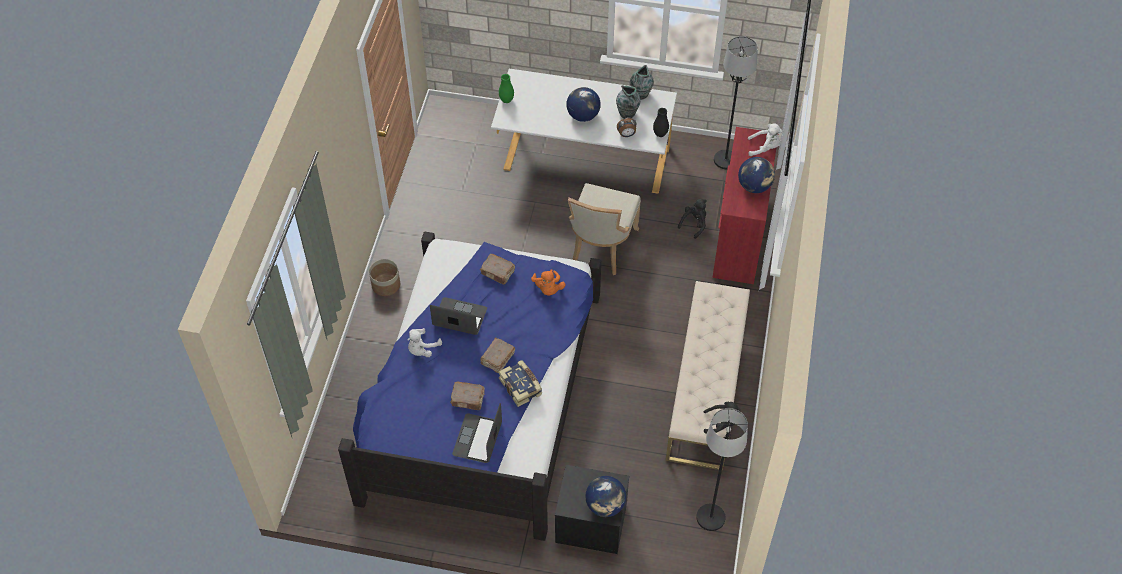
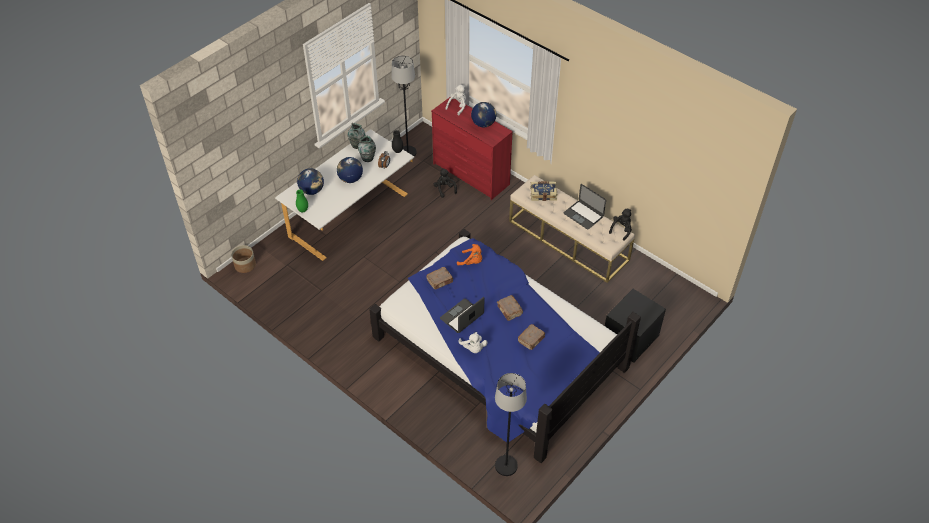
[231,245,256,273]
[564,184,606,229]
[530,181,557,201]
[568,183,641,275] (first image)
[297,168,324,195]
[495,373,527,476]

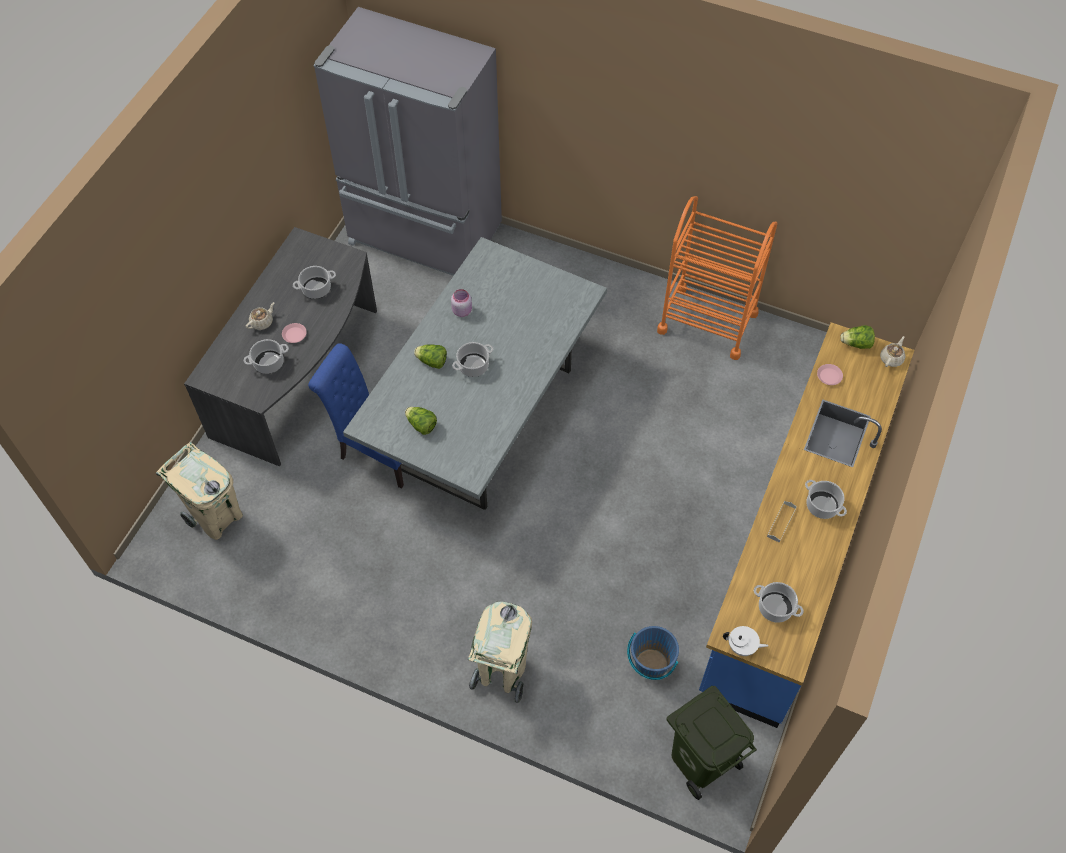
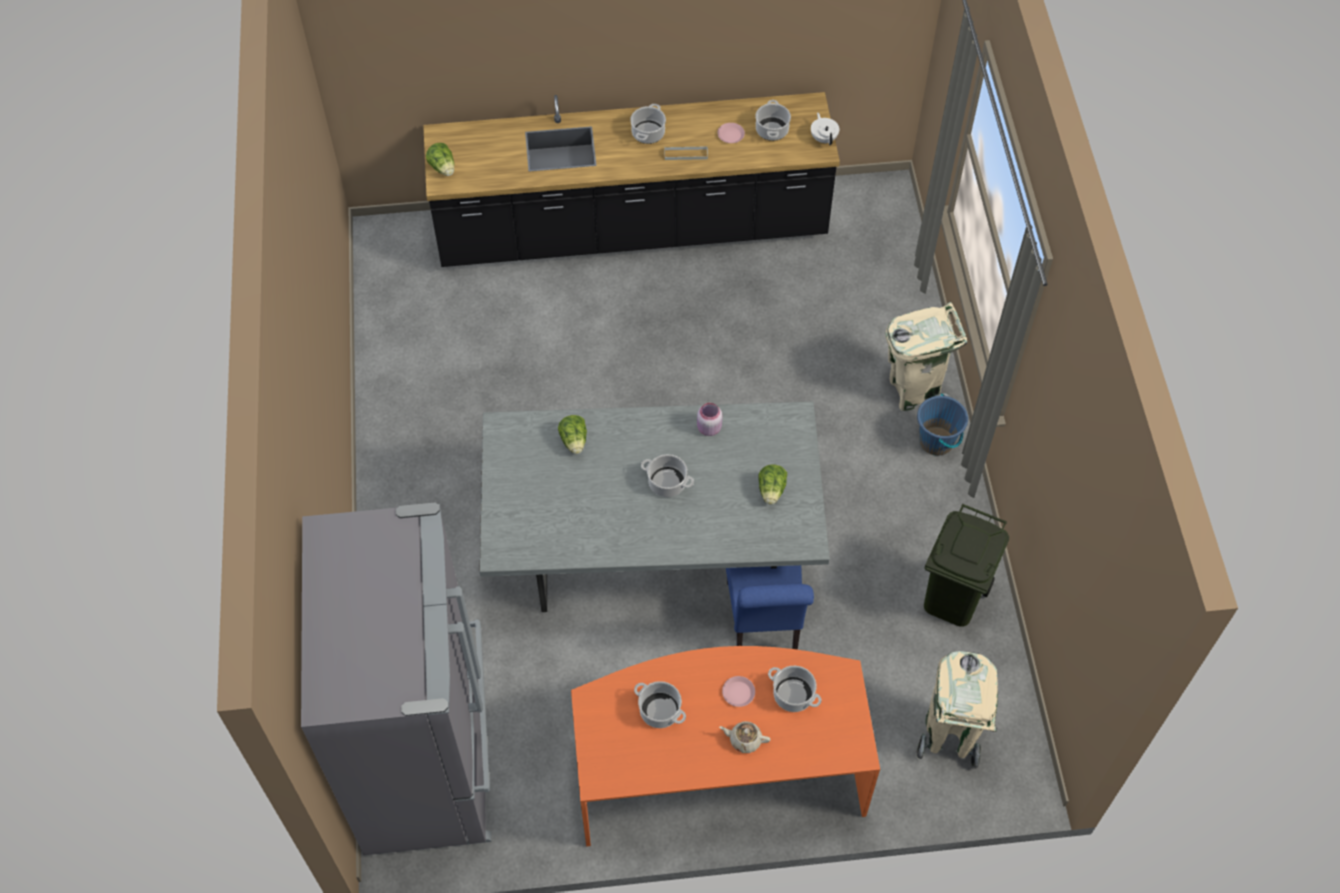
[571,646,880,847]
[558,415,587,454]
[697,403,722,436]
[917,394,968,456]
[657,196,777,360] (first image)
[924,504,1009,627]
[423,92,840,267]
[717,123,745,143]
[880,336,905,367] (first image)

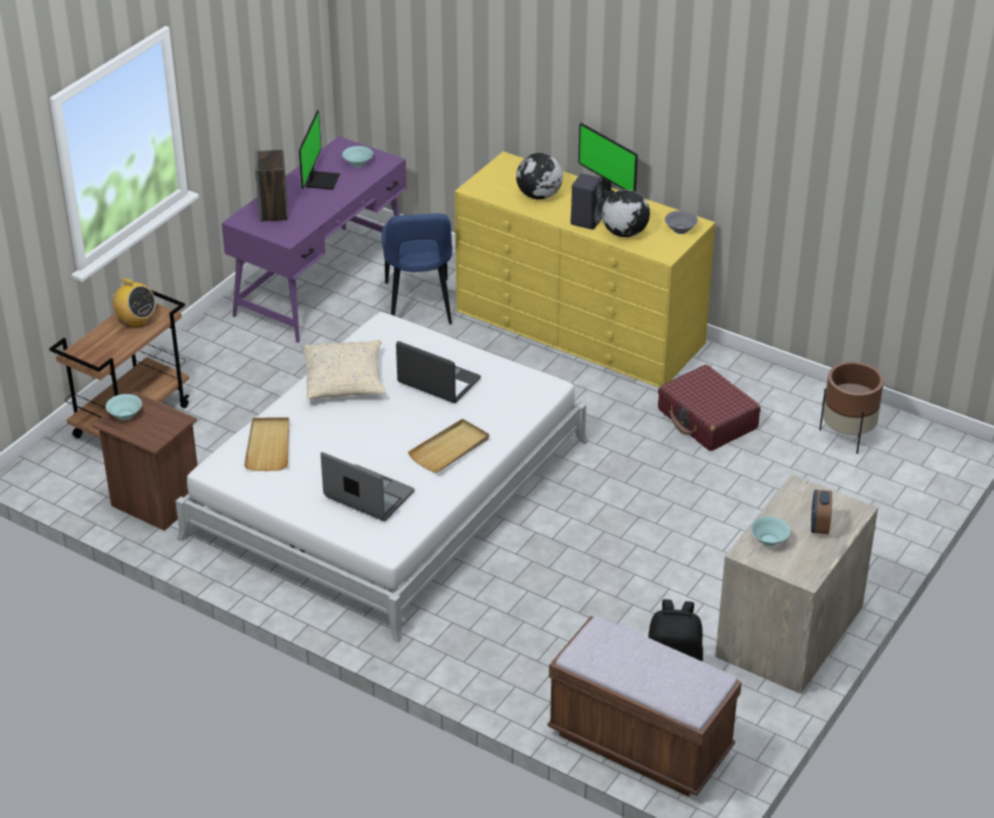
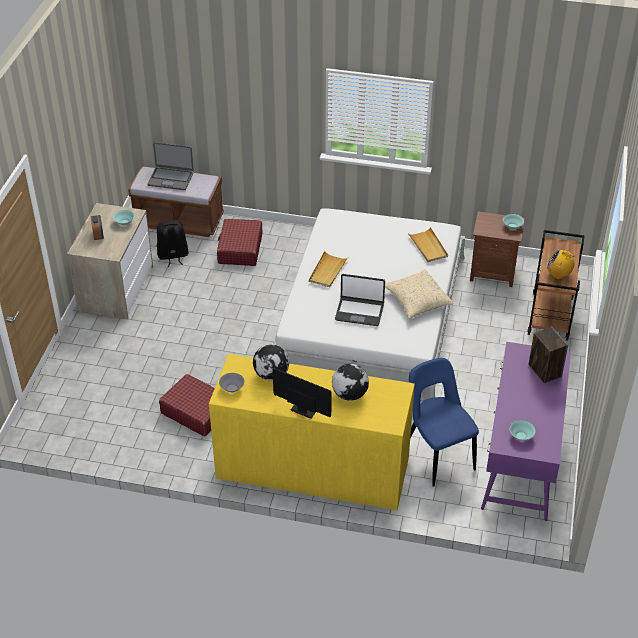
[299,110,340,190] (first image)
[147,142,194,190]
[570,173,604,230] (first image)
[819,362,884,454] (first image)
[217,219,262,266]

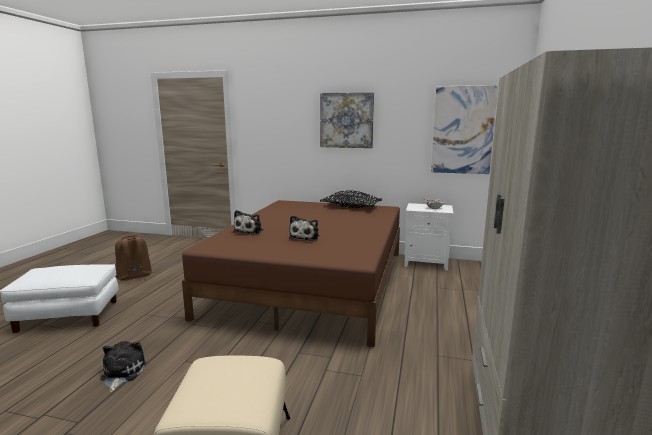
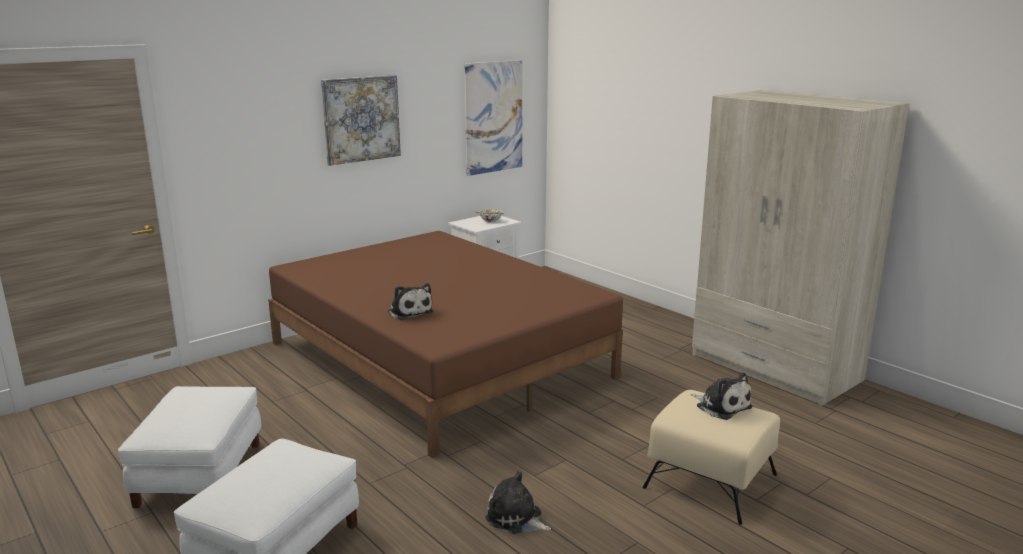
[118,386,261,508]
[690,373,752,420]
[320,191,382,208] (first image)

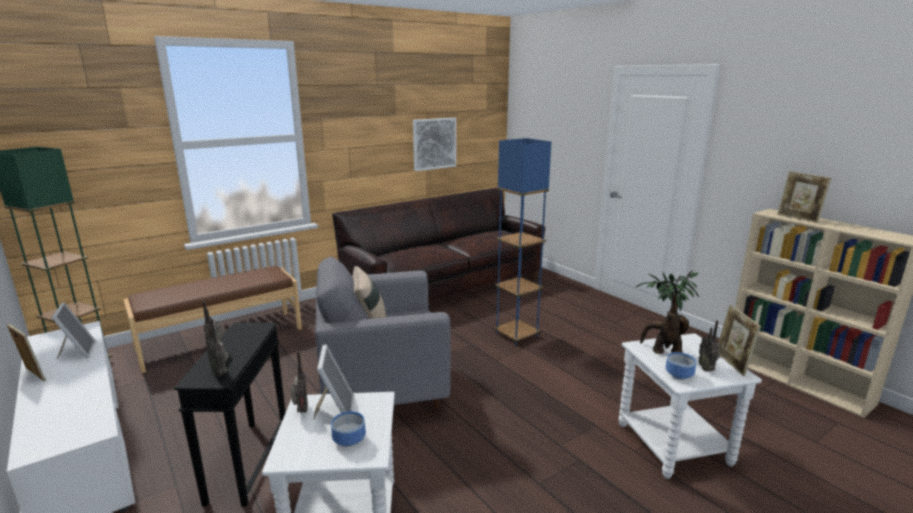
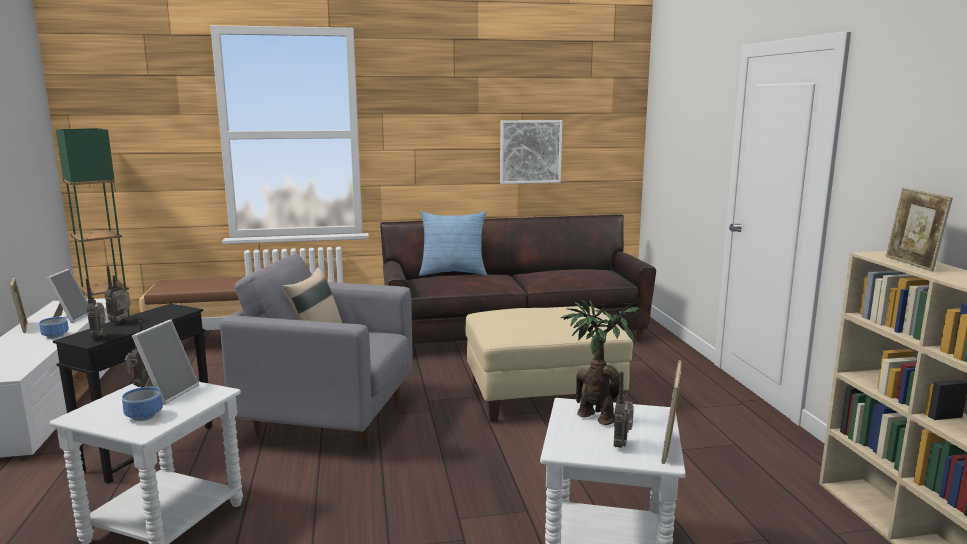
[466,306,633,422]
[39,317,69,339]
[419,211,487,276]

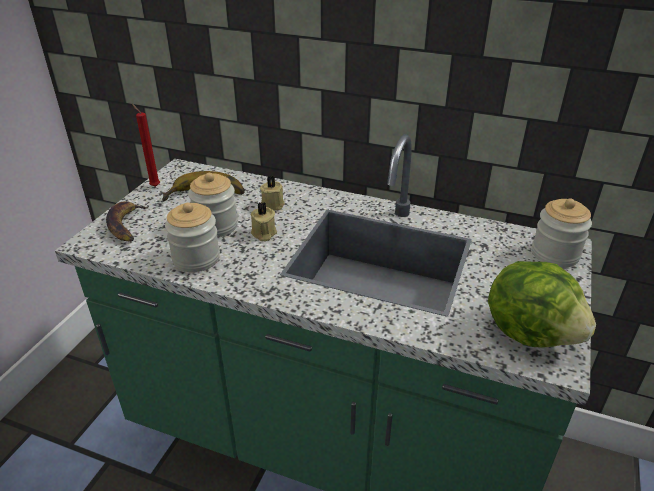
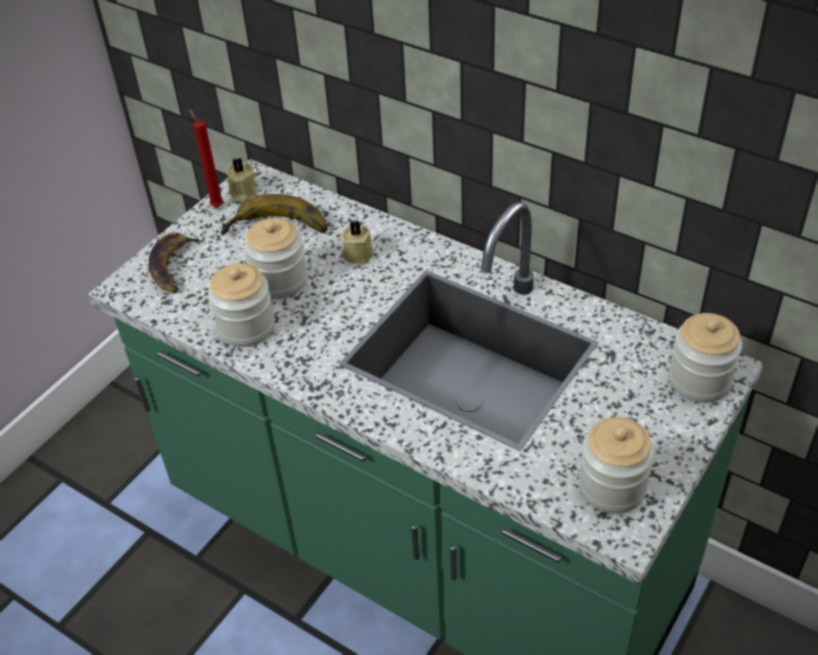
[226,158,257,202]
[579,417,654,514]

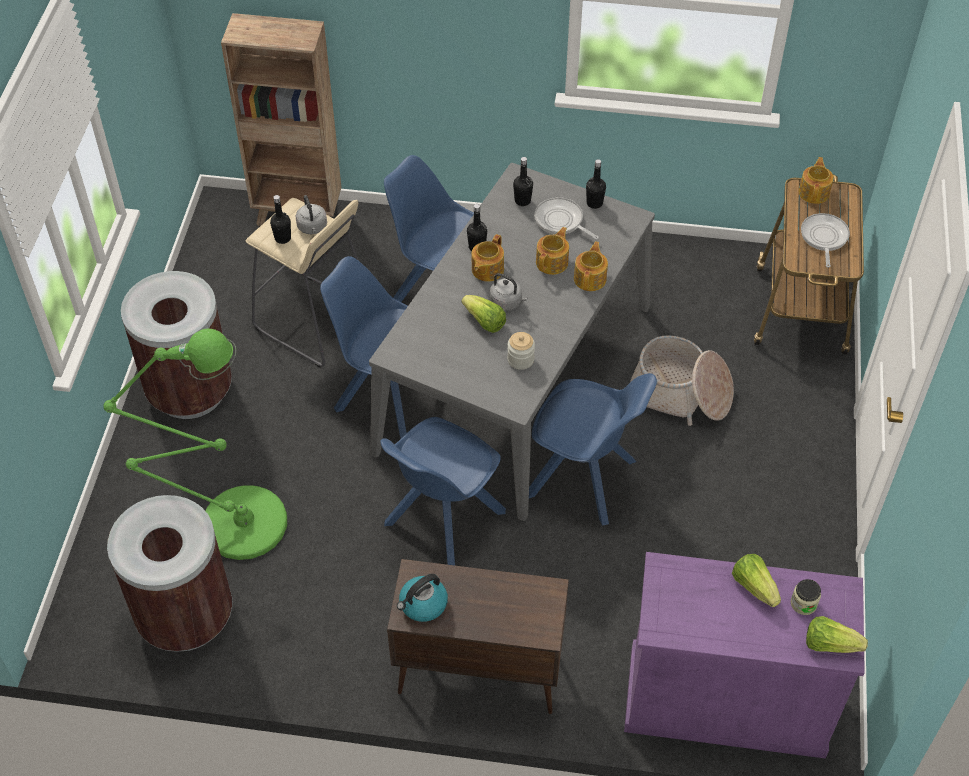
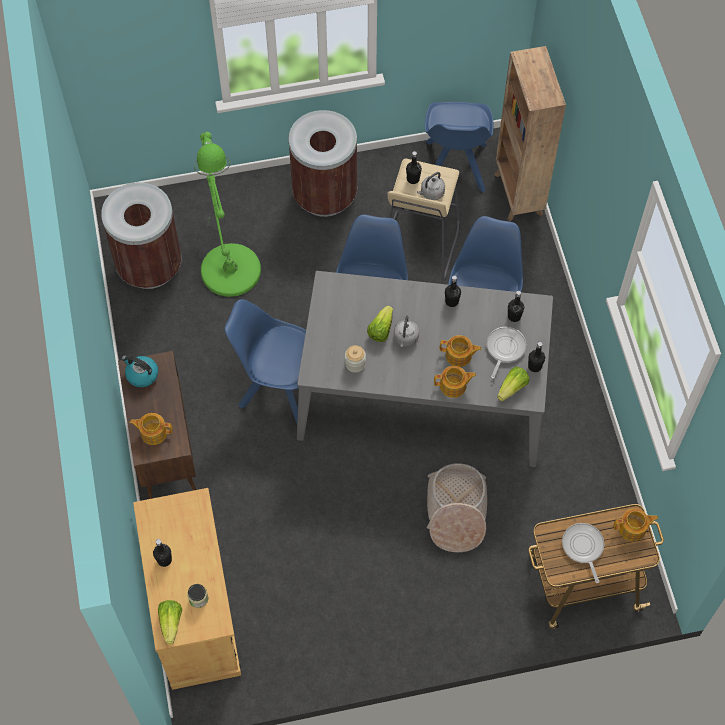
[129,413,173,445]
[425,102,493,192]
[133,488,241,690]
[497,367,529,401]
[562,523,604,583]
[153,539,172,567]

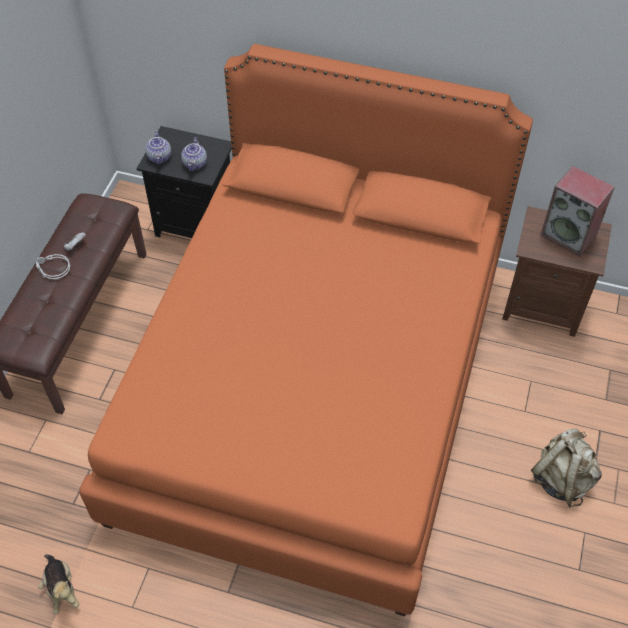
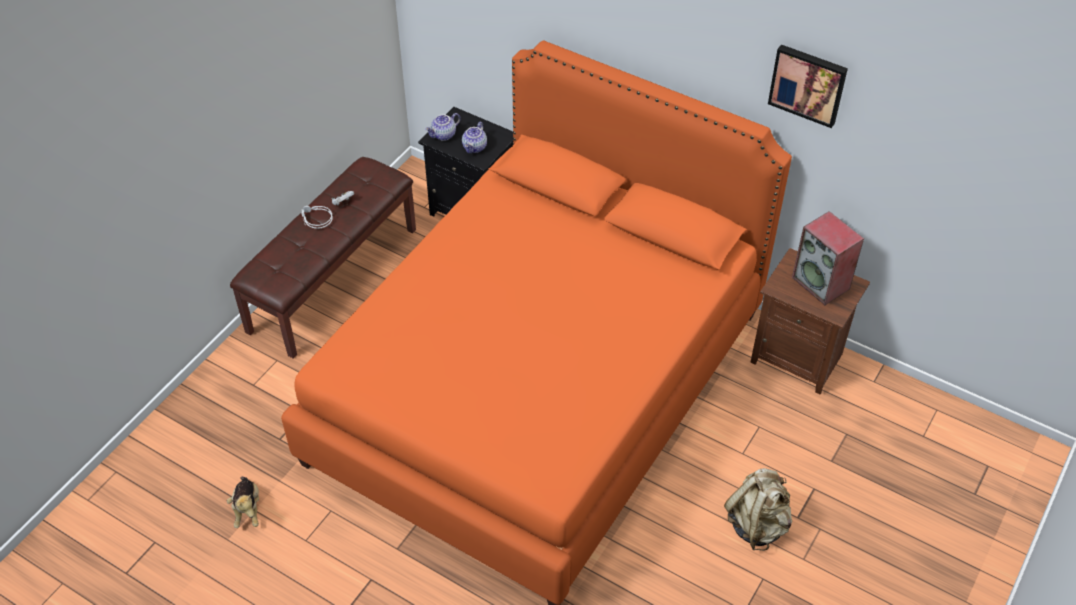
[425,113,461,141]
[768,44,848,128]

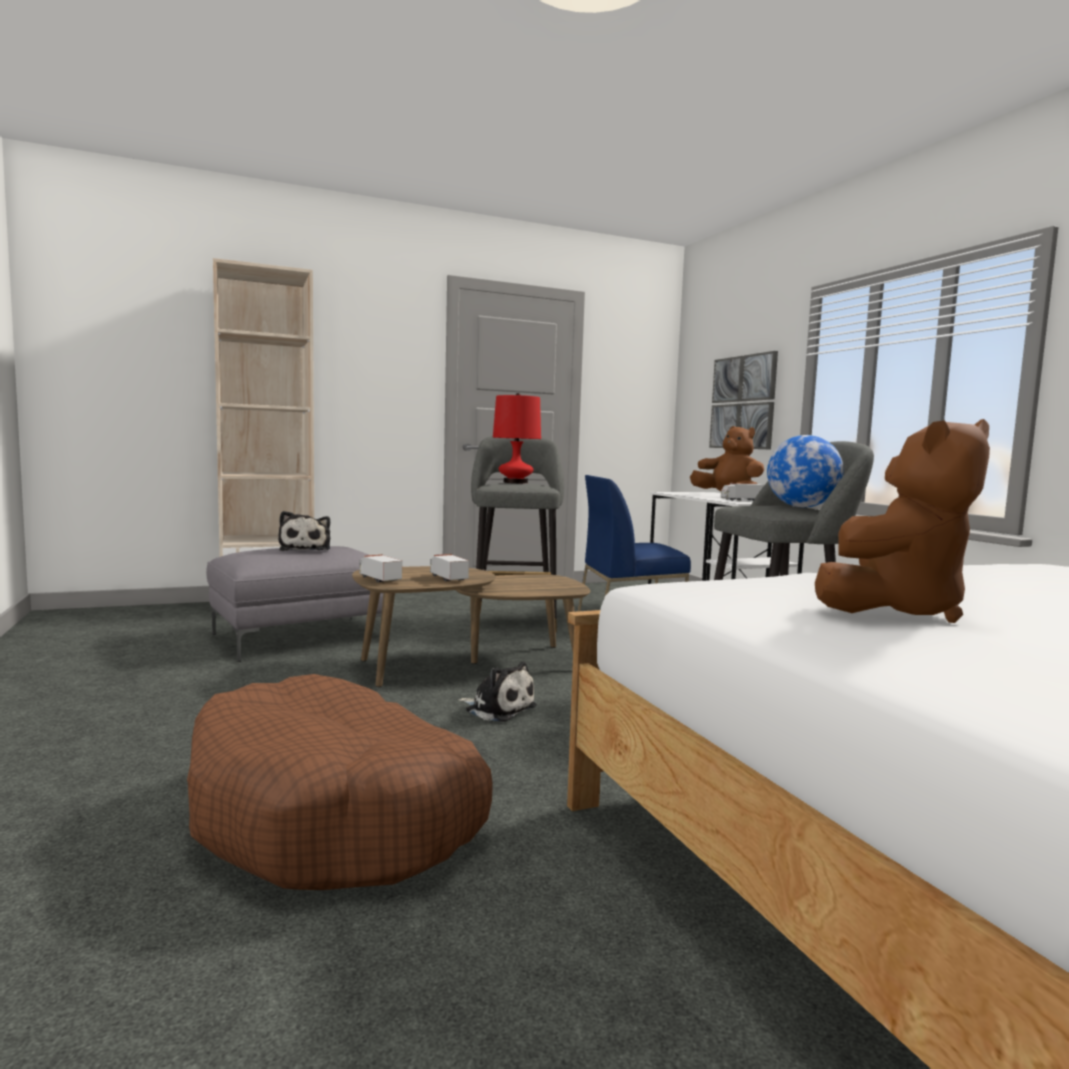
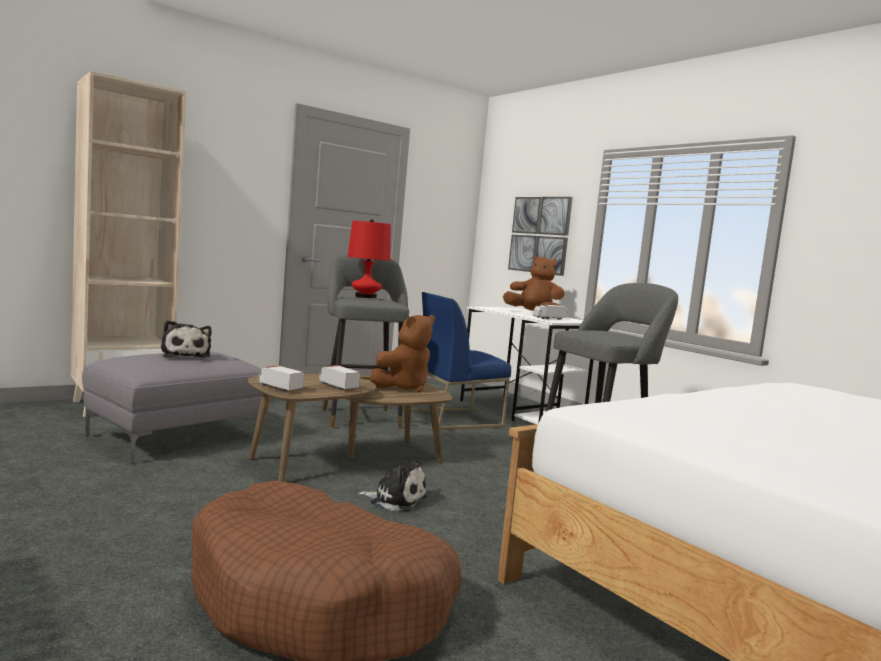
[767,435,844,507] (first image)
[370,315,435,393]

